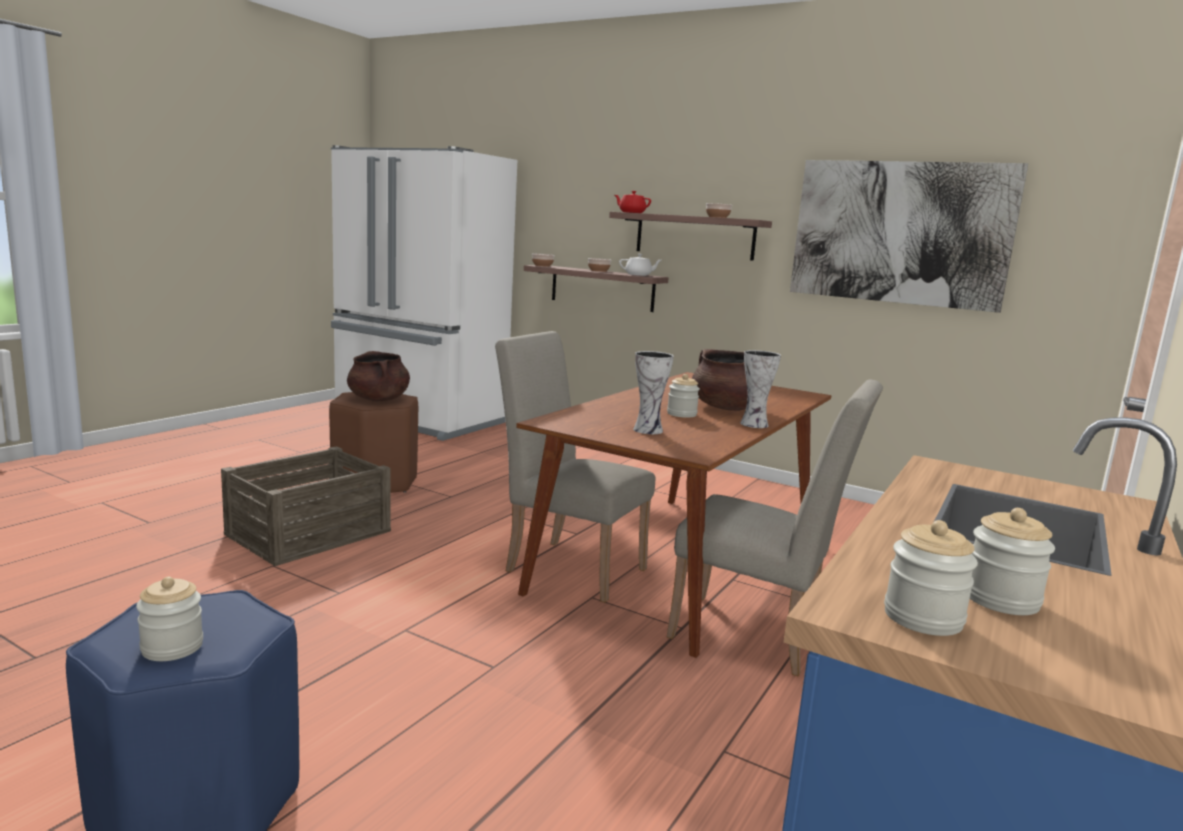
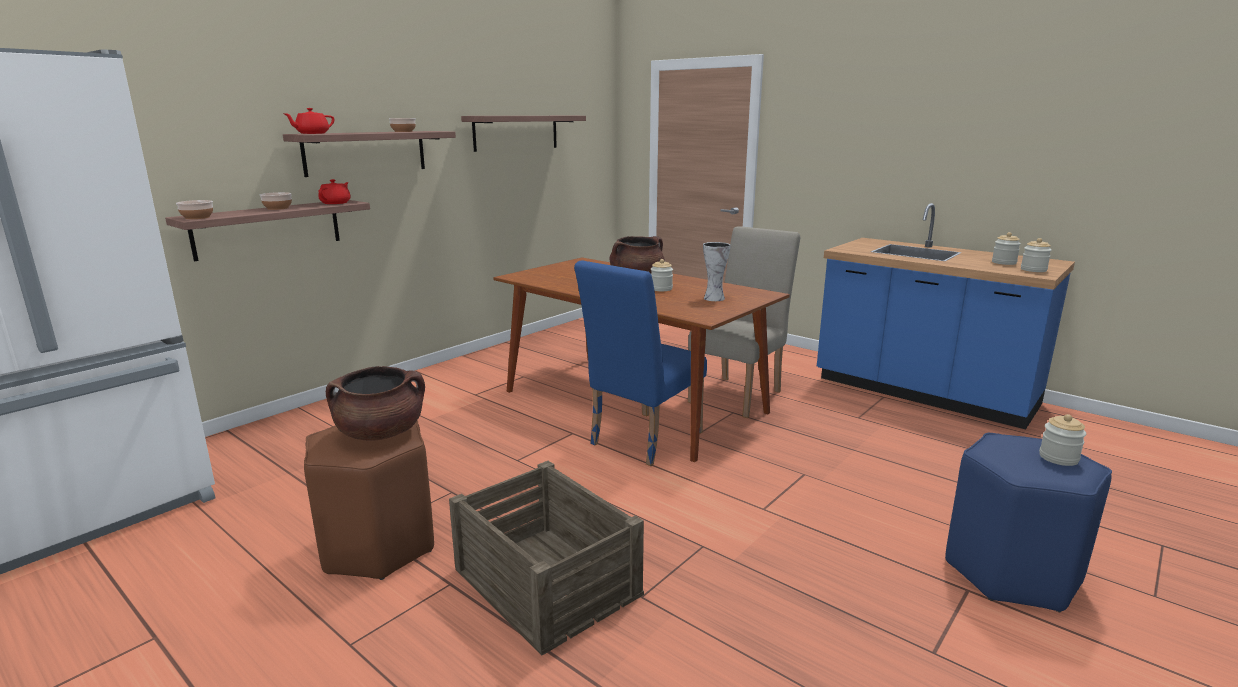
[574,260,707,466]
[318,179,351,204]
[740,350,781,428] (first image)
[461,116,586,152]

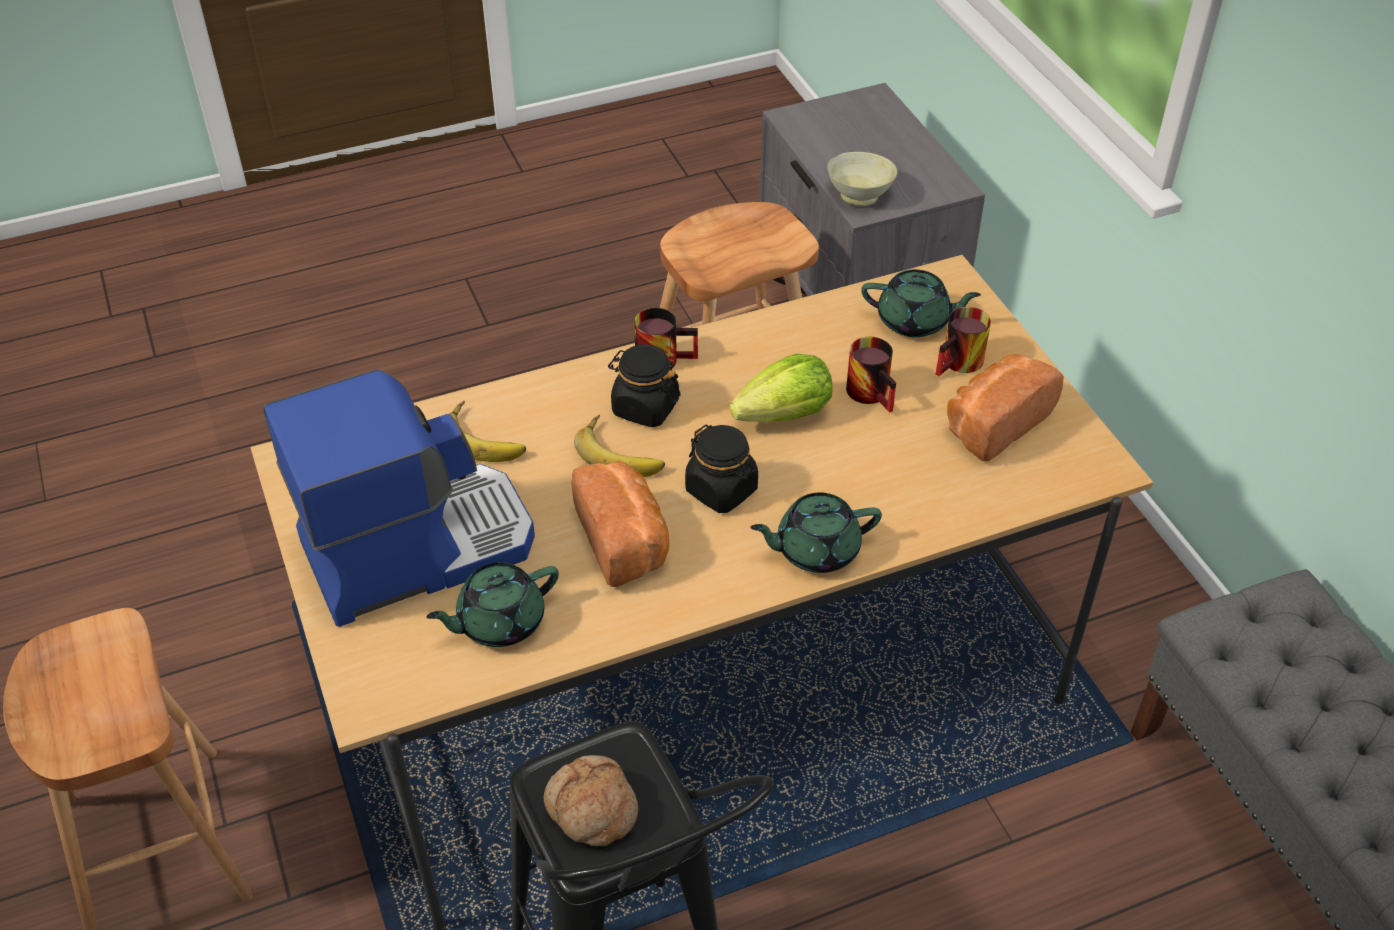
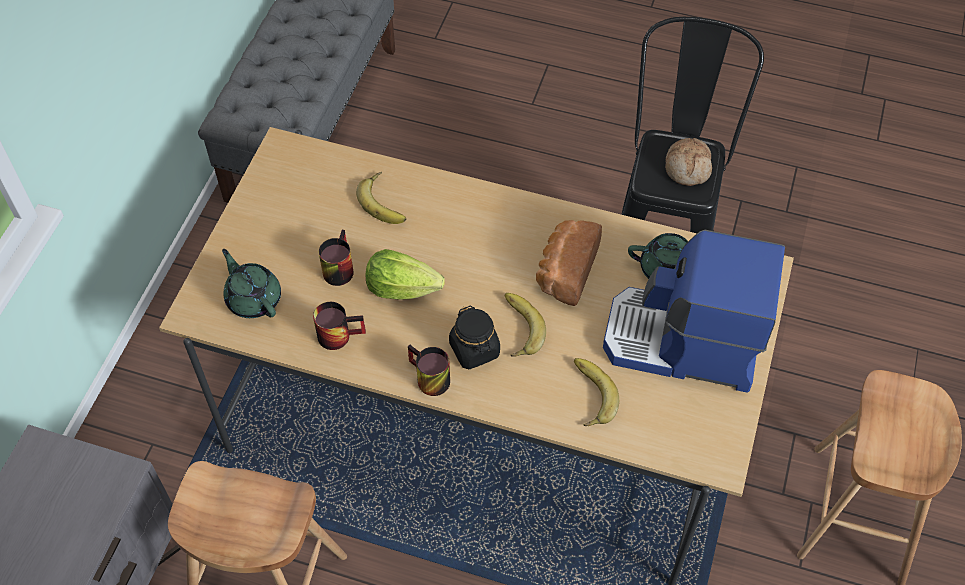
[685,424,758,513] (first image)
[750,492,882,573] (first image)
[827,152,897,206] (first image)
[313,302,366,350]
[947,354,1064,461] (first image)
[356,172,406,224]

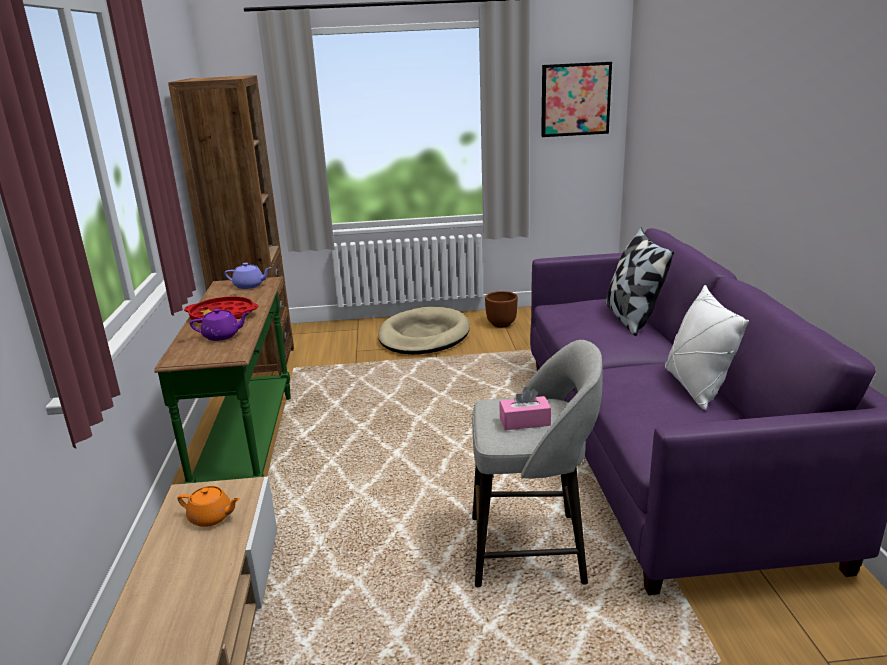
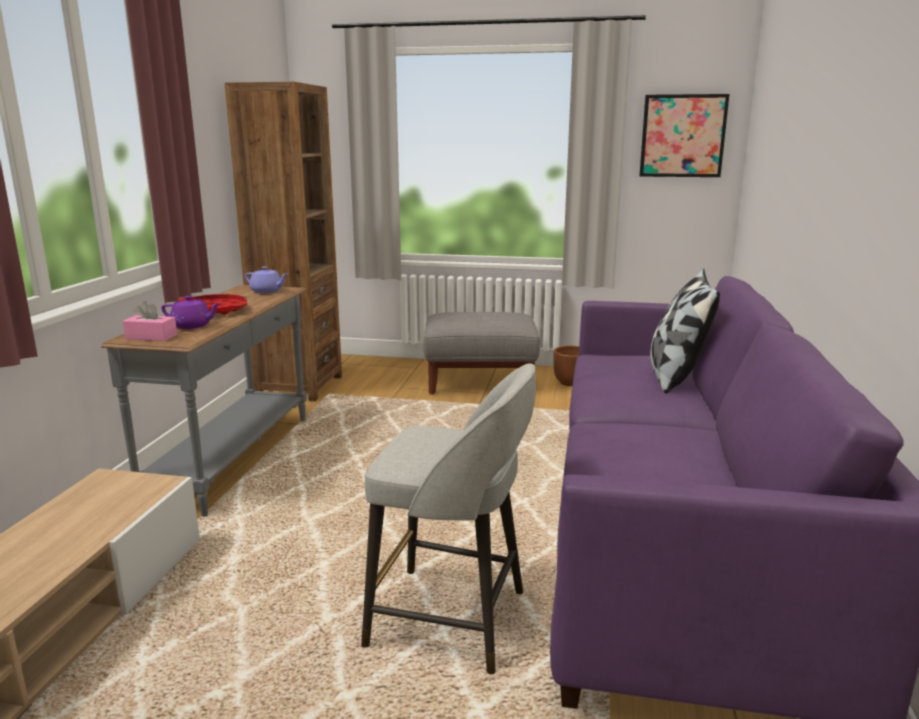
[101,285,307,517]
[178,486,240,527] (first image)
[423,312,540,394]
[123,301,177,341]
[665,285,749,410] (first image)

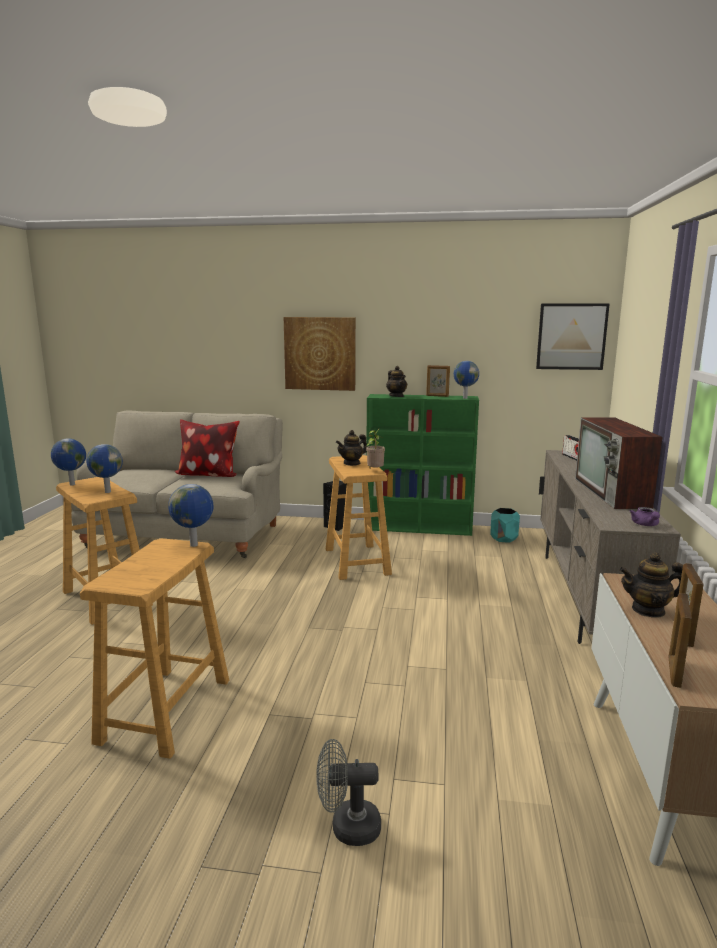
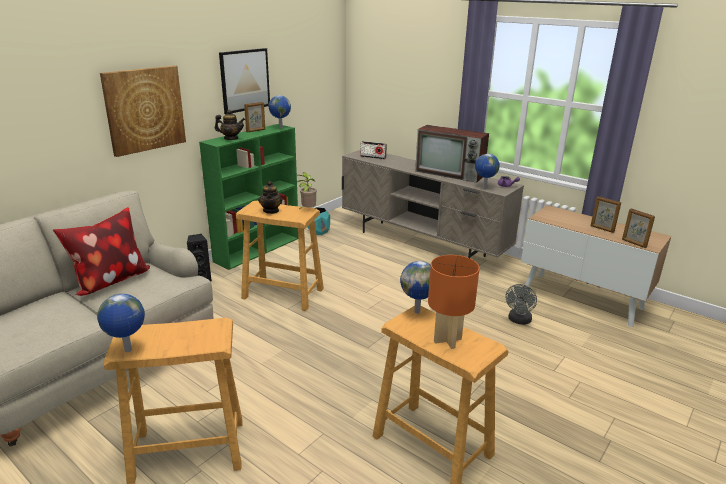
[475,154,500,188]
[505,284,537,325]
[219,48,270,114]
[619,553,683,618] (first image)
[428,255,480,349]

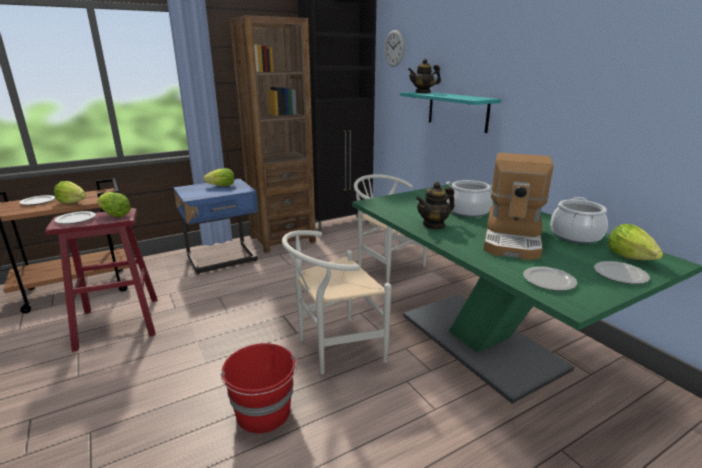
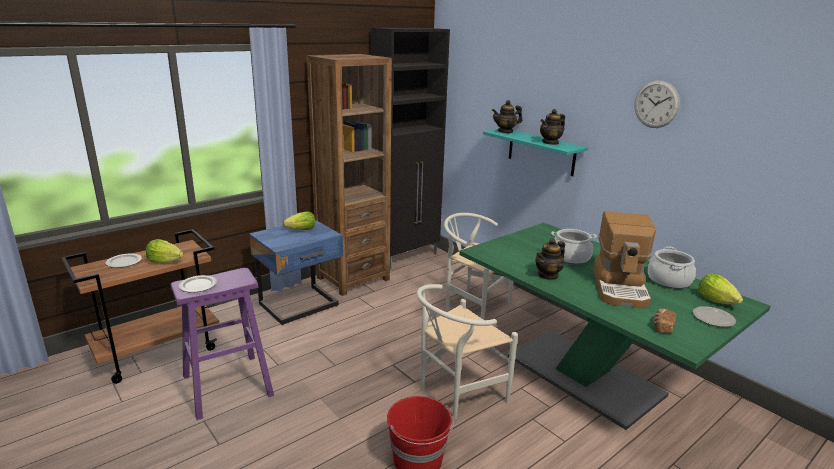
[171,268,274,420]
[97,192,131,217] (first image)
[634,80,680,128]
[654,309,677,333]
[540,109,565,145]

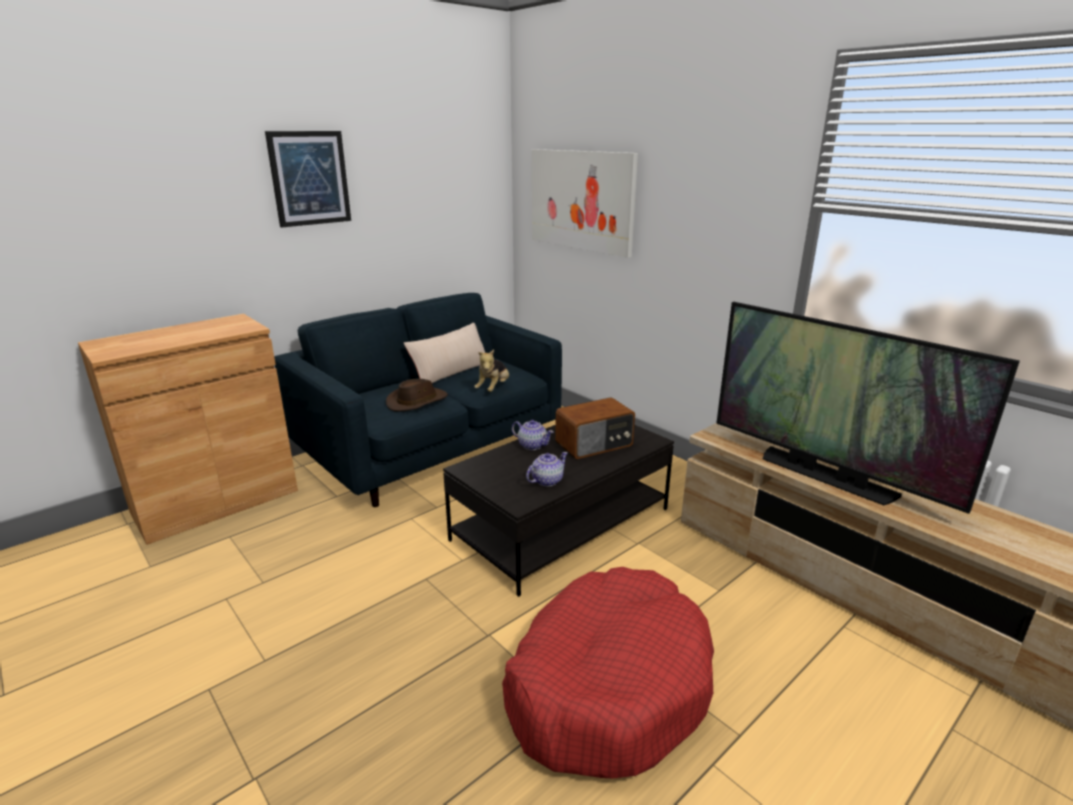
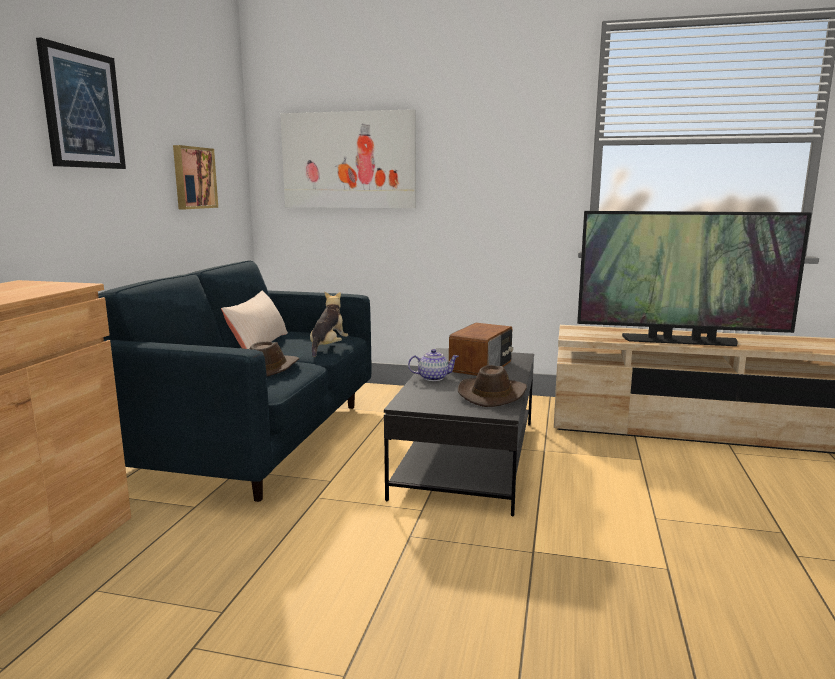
[310,292,348,357]
[502,567,714,778] (first image)
[458,365,527,407]
[173,145,218,209]

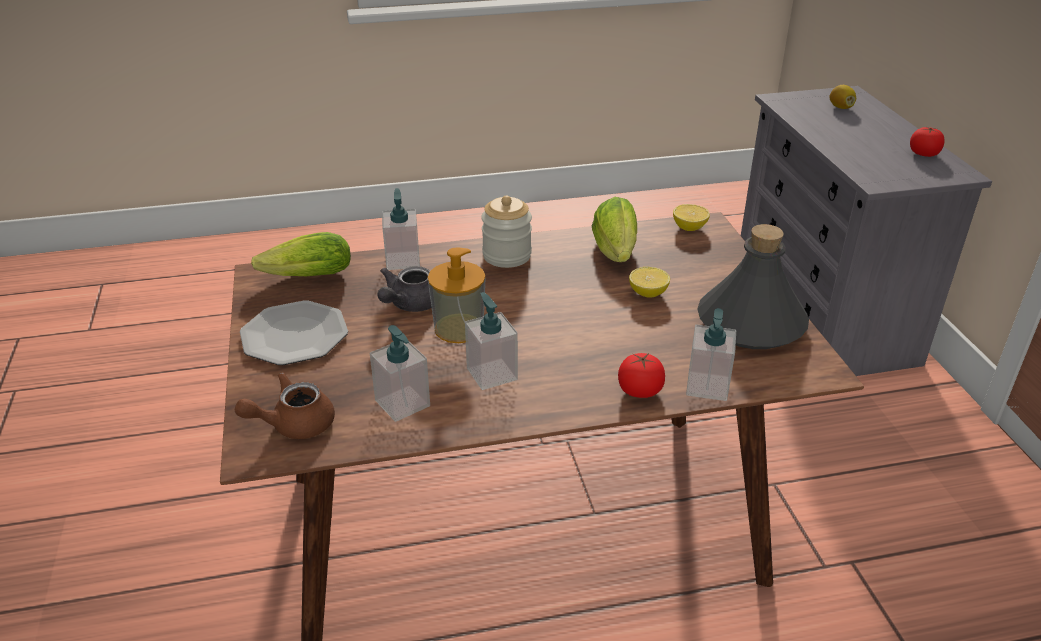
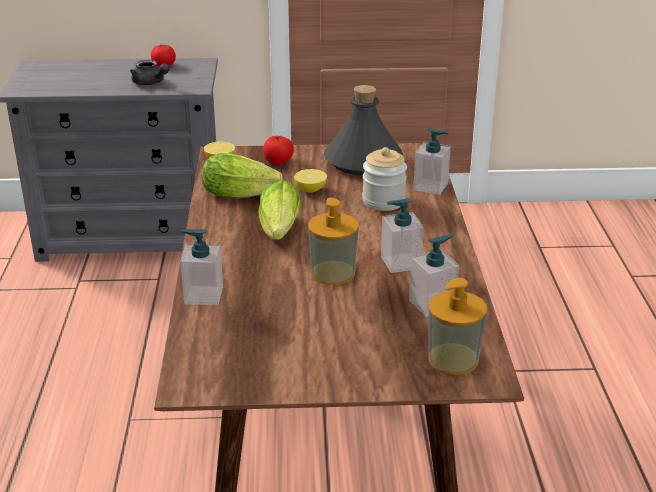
[428,278,487,375]
[240,300,348,365] (first image)
[258,180,301,240]
[130,60,170,85]
[362,147,407,211]
[264,136,294,165]
[829,85,856,109] (first image)

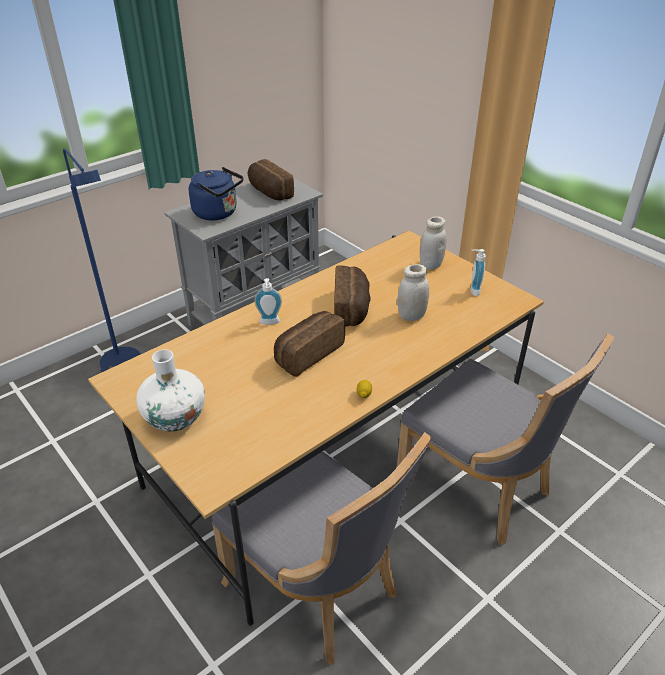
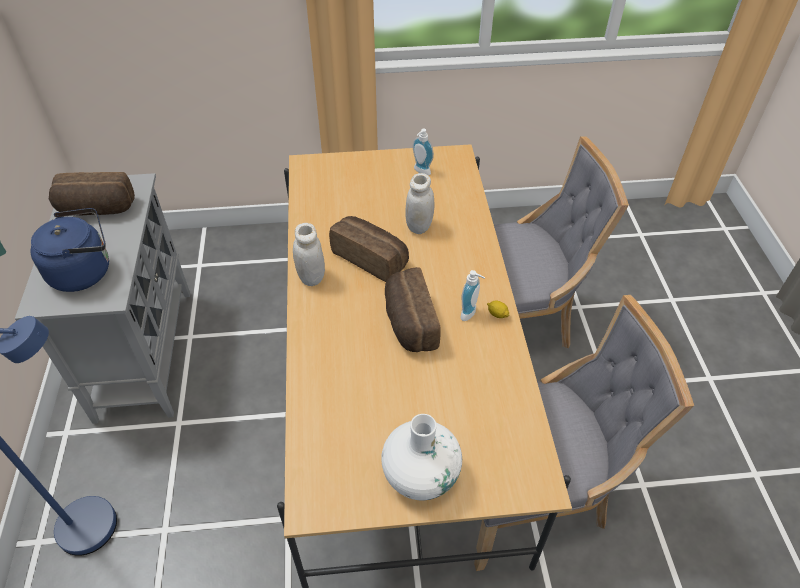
[460,270,485,321]
[293,223,325,286]

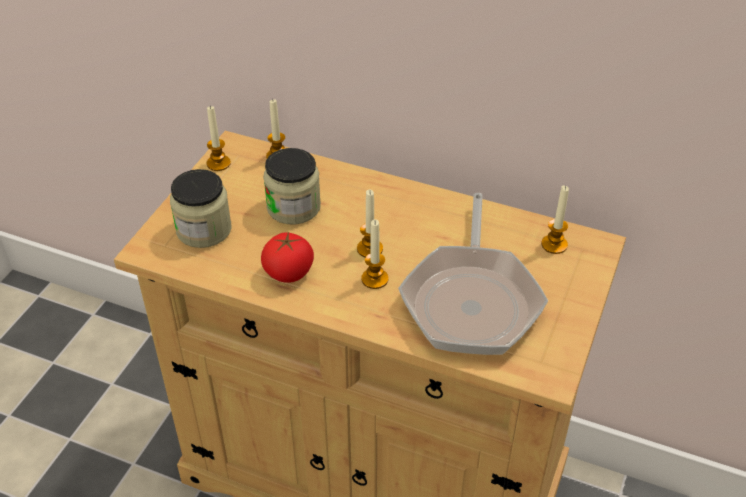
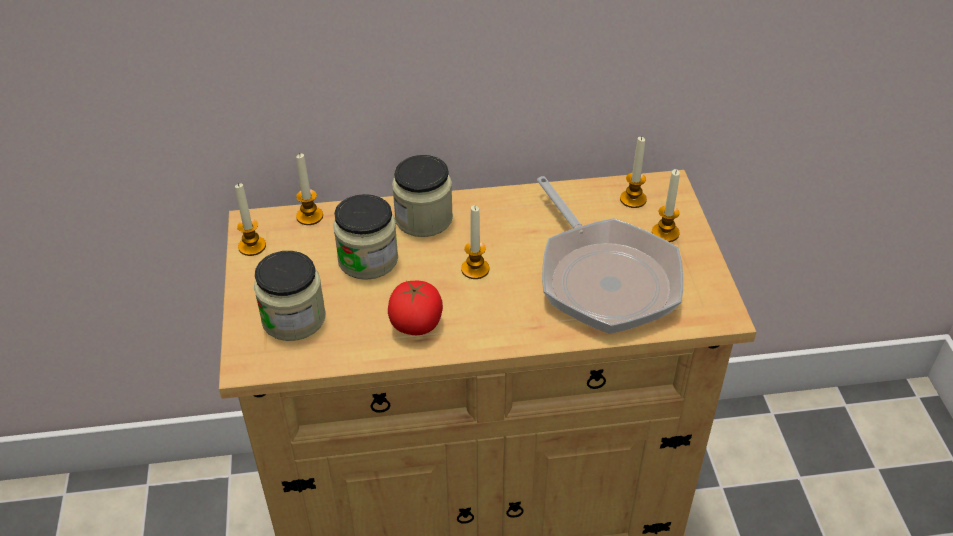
[652,169,680,242]
[392,155,453,237]

